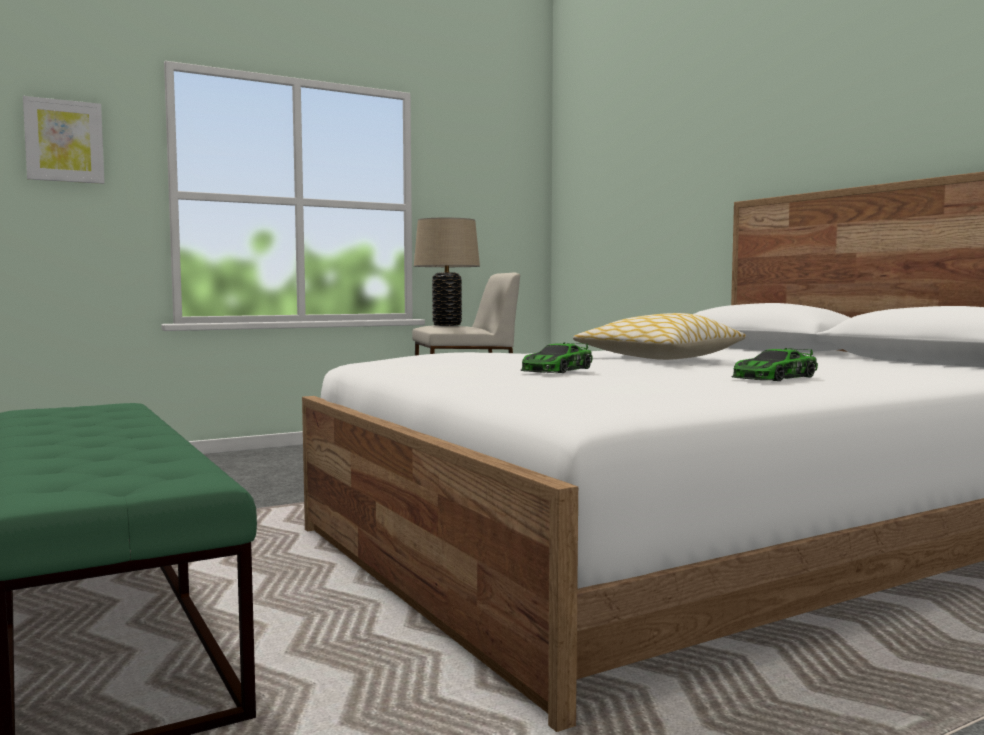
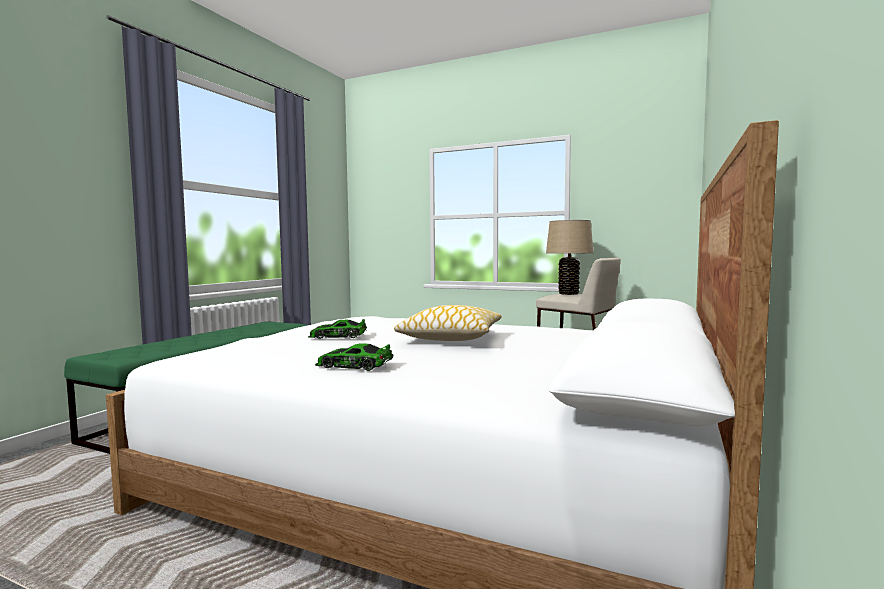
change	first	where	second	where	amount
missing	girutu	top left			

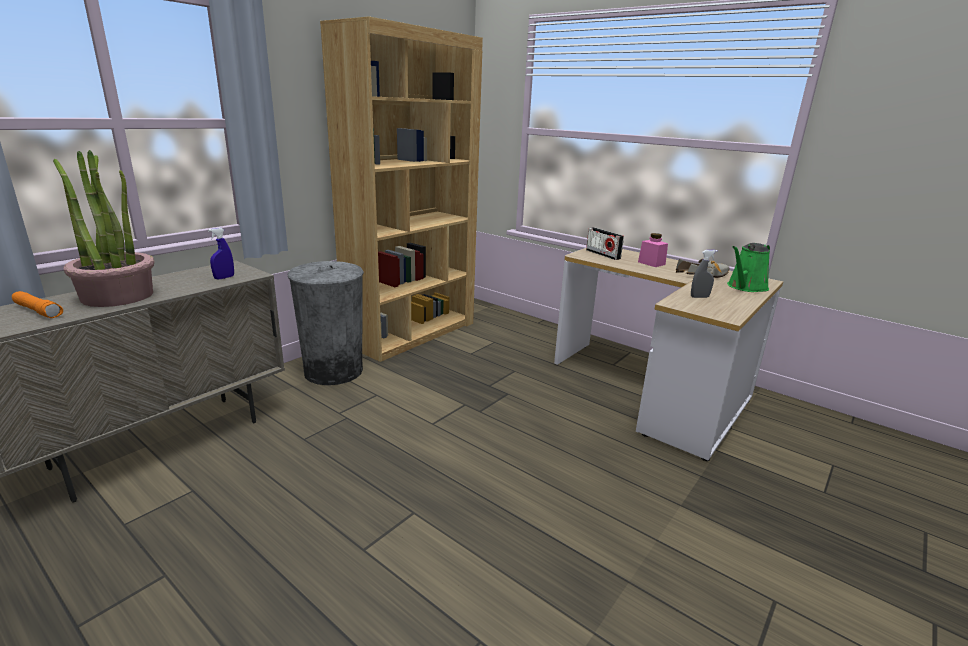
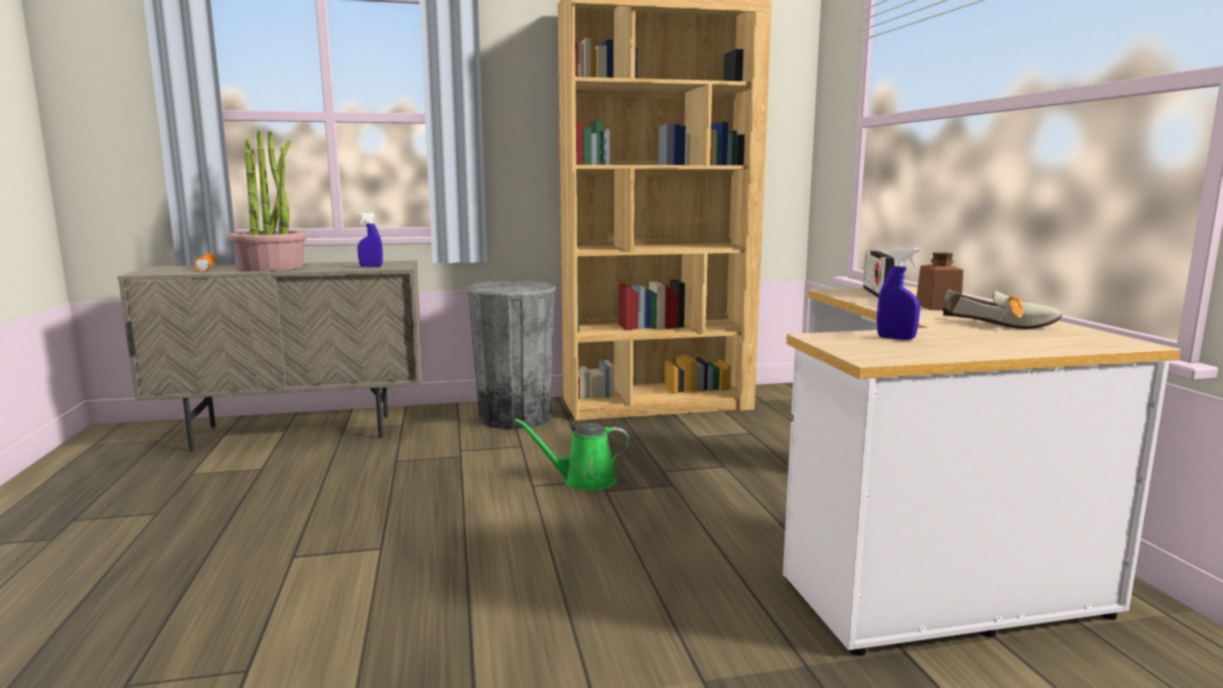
change	first	where	second	where	amount
colour	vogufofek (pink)	middle right	vogufofek (brown)	middle right	
colour	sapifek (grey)	middle right	sapifek (blue) (no. 2 from left)	middle right	
relocated	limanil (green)	middle right		centre	

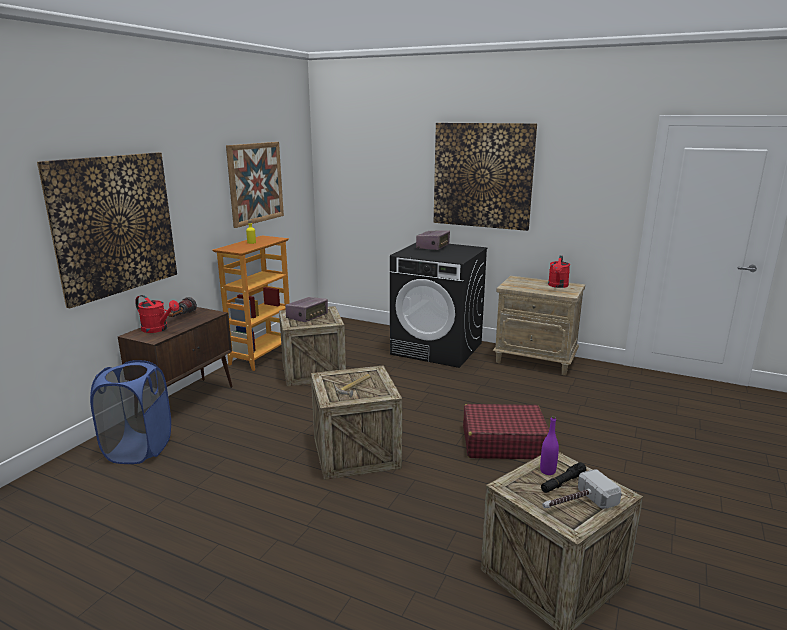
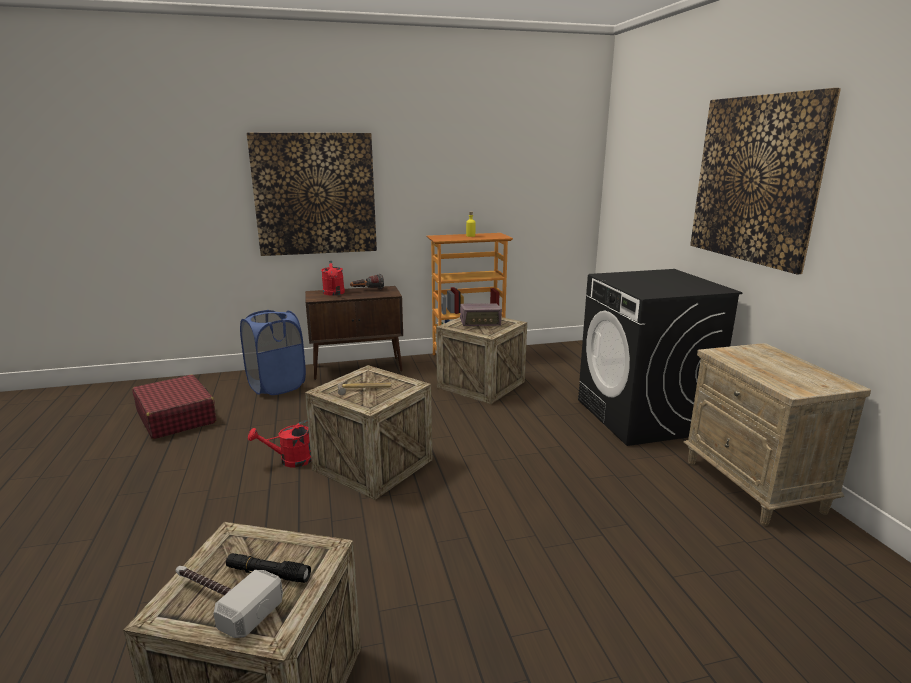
change	first	where	second	where	amount
missing	girutu (no. 2 from left)	top left			
missing	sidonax (no. 2 from left)	centre			
relocated	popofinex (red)	bottom centre		middle left	
missing	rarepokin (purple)	bottom right			
relocated	limanil (red) (no. 2 from left in the first image)	middle right	limanil (red) (no. 1 from left)	middle left	

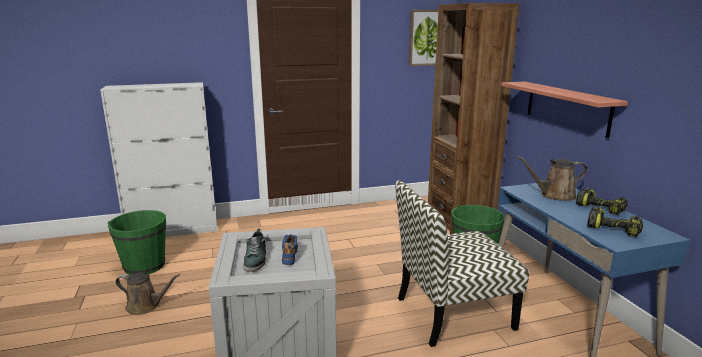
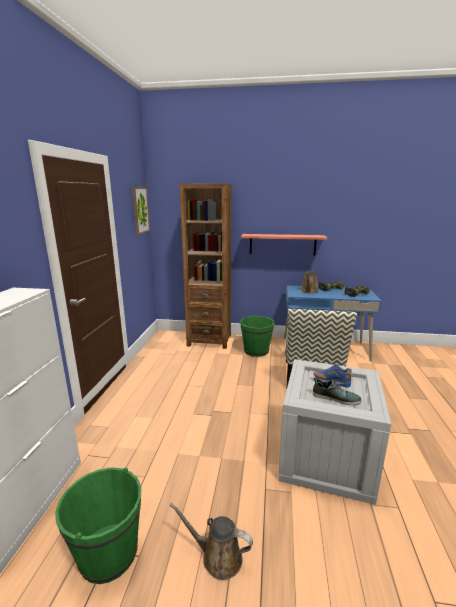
change	first	where	second	where	amount
spun	limanil (brown) (no. 1 from left)	bottom left		bottom centre	105 degrees counterclockwise

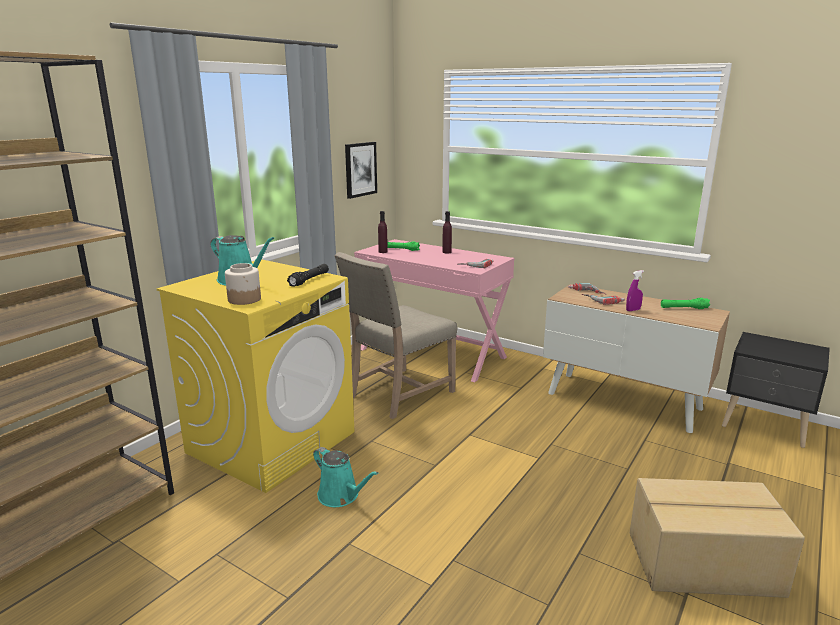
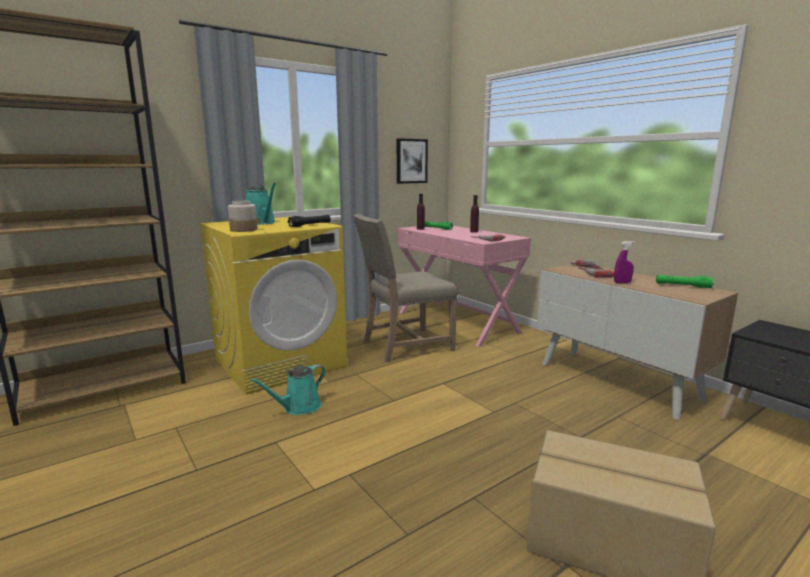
change	first	where	second	where	amount
spun	limanil (turquoise) (no. 2 from left)	bottom centre		bottom centre	75 degrees clockwise

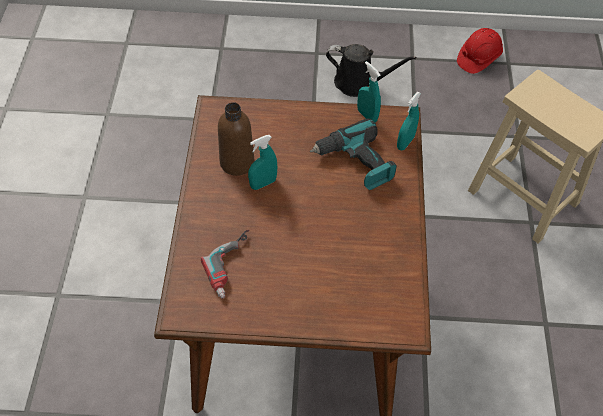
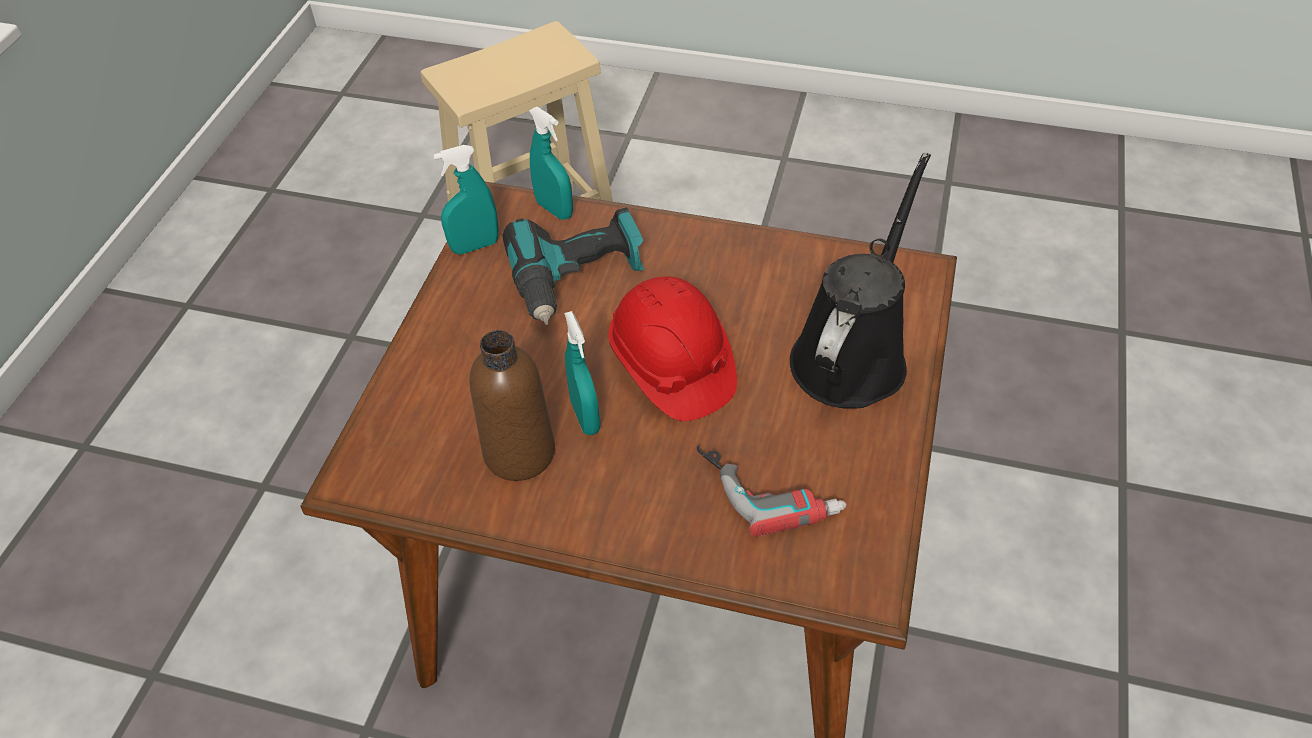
change	first	where	second	where	amount
relocated	limanil (black)	top centre		centre	
relocated	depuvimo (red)	top right		centre	

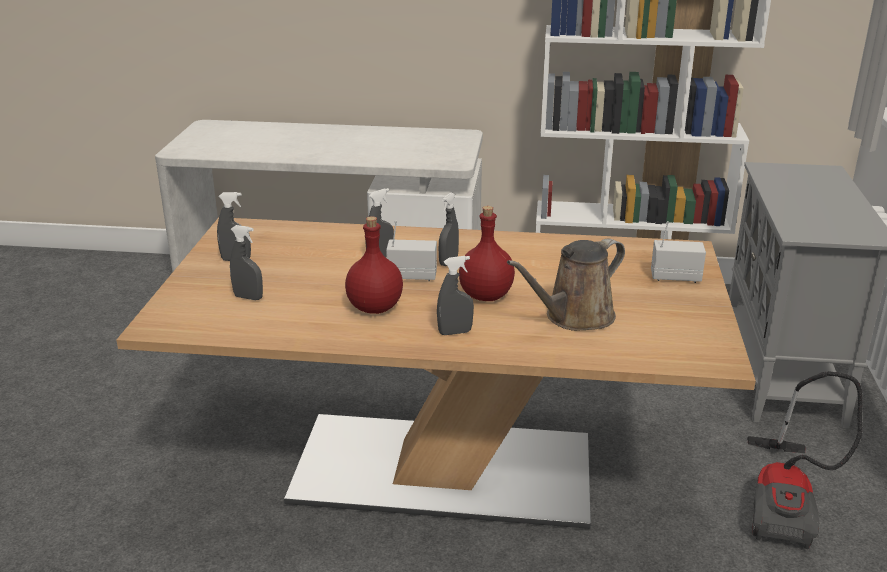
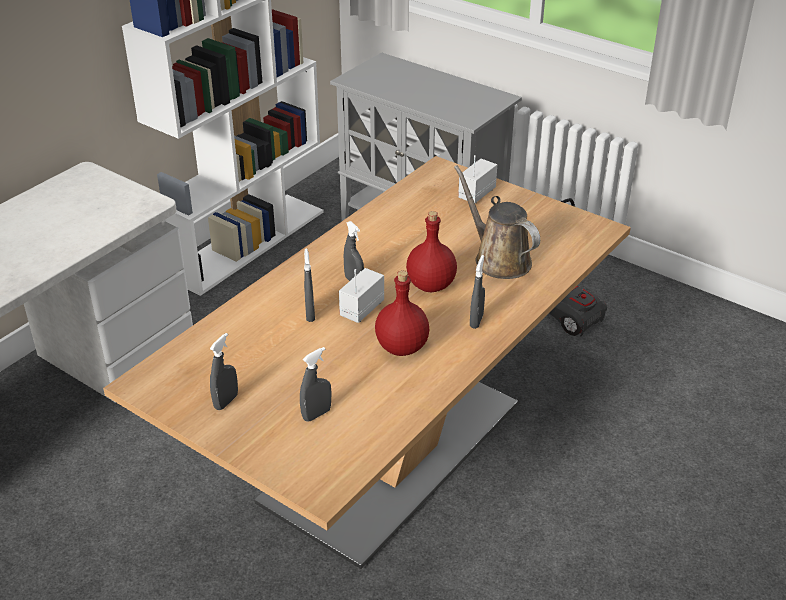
change	first	where	second	where	amount
spun	limanil (brown)	centre		centre	150 degrees clockwise

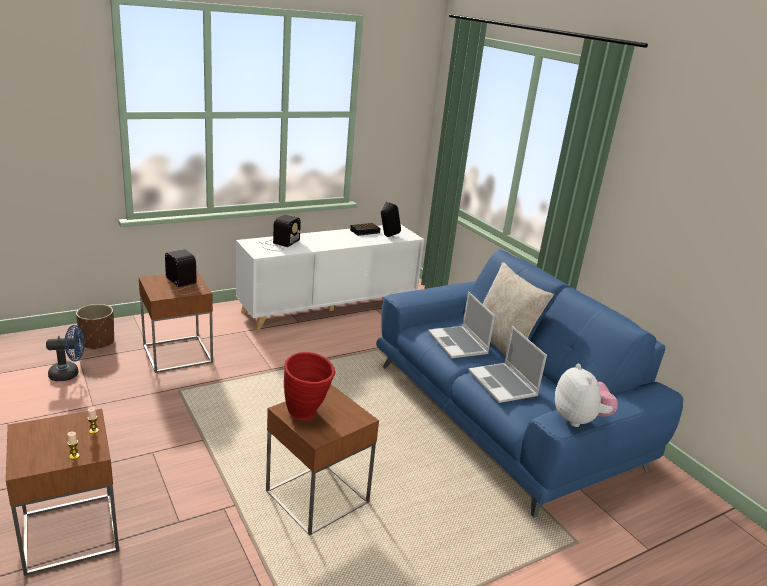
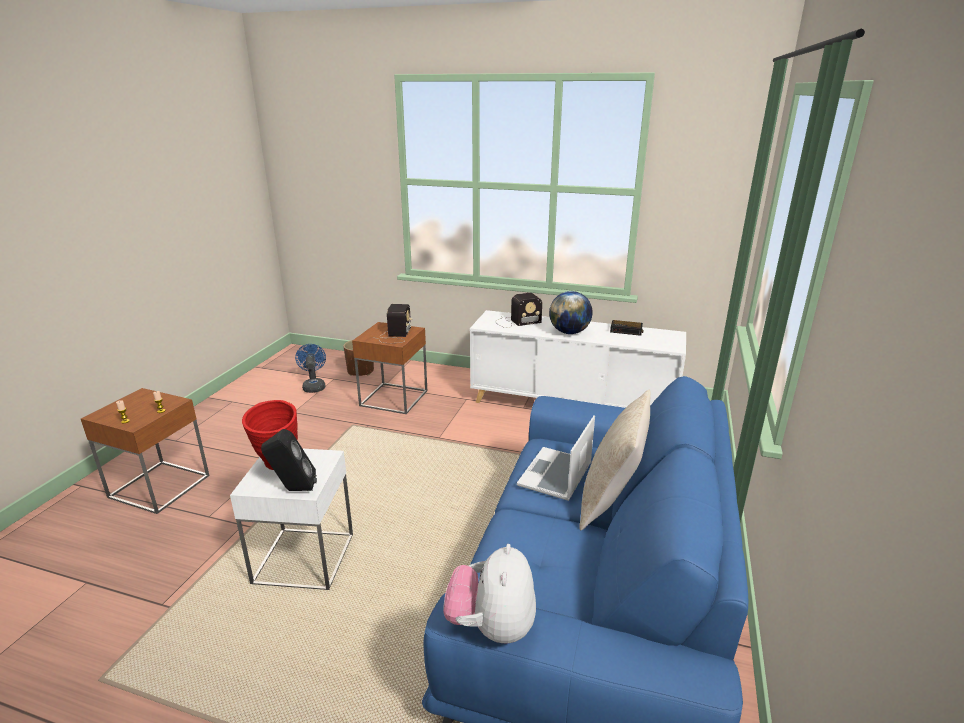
change	first	where	second	where	amount
spun	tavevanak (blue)	middle left		middle left	135 degrees counterclockwise
colour	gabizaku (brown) (no. 3 from left)	bottom centre	gabizaku (white)	bottom left	
relocated	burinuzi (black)	centre		middle left	
missing	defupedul (no. 2 from left)	centre			
spun	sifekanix	bottom right		bottom centre	150 degrees clockwise
appeared			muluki	centre	

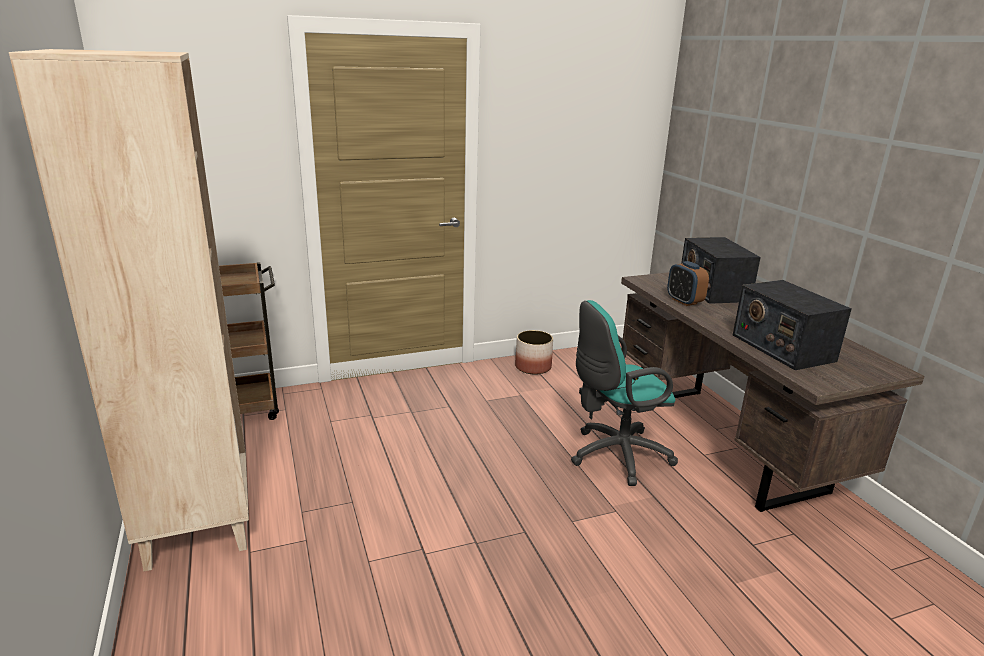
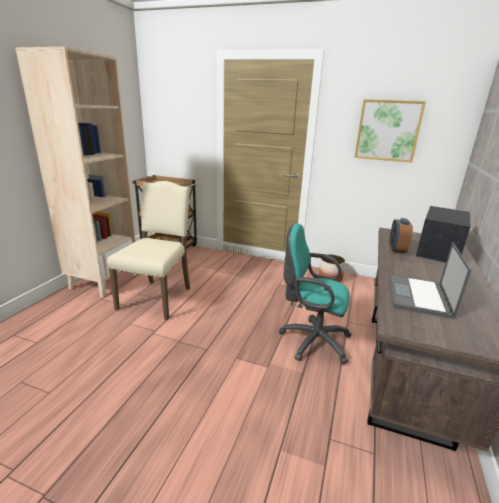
change	first	where	second	where	amount
exchanged	sidonax (no. 2 from left)	middle right	defupedul	middle right	
appeared			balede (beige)	middle left	
appeared			girutu	top right	

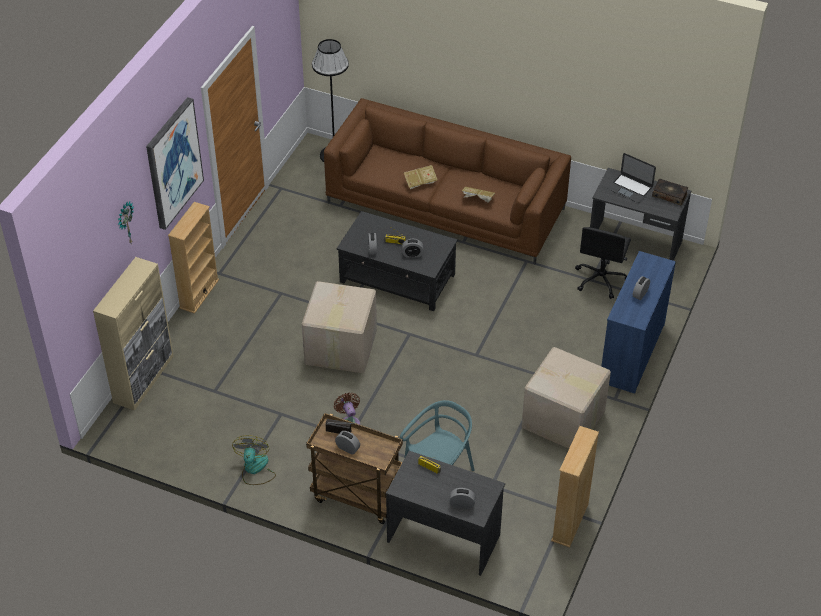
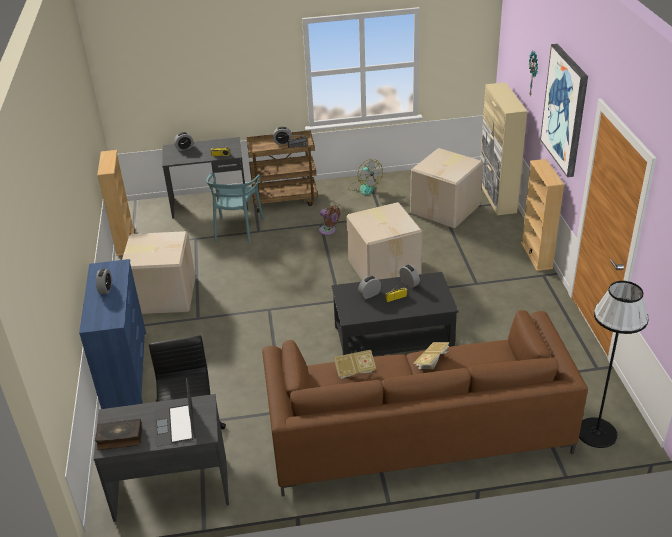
change	first	where	second	where	amount
spun	defupedul	top right		bottom left	105 degrees counterclockwise
appeared			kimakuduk (no. 3 from left)	centre	

